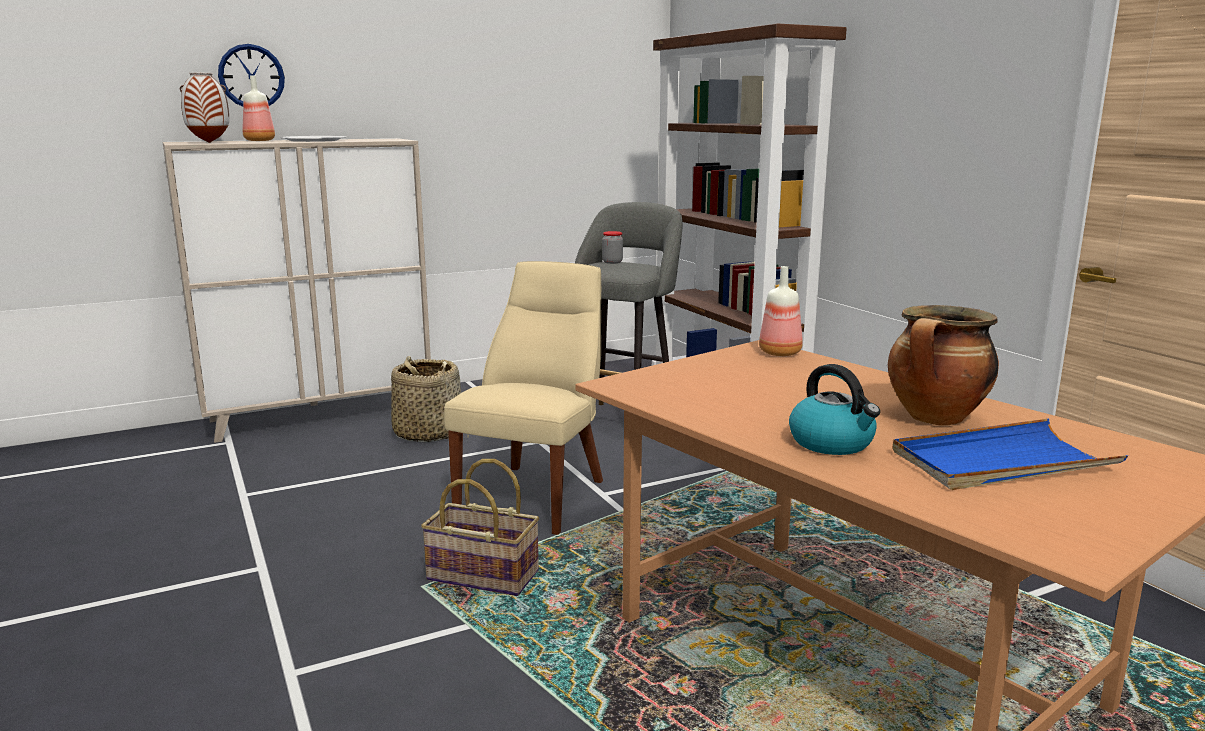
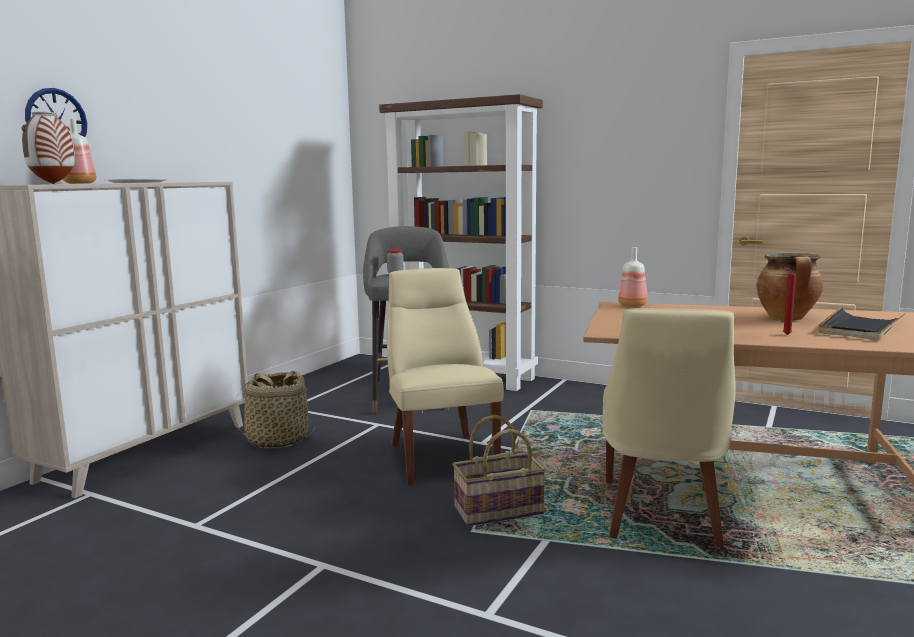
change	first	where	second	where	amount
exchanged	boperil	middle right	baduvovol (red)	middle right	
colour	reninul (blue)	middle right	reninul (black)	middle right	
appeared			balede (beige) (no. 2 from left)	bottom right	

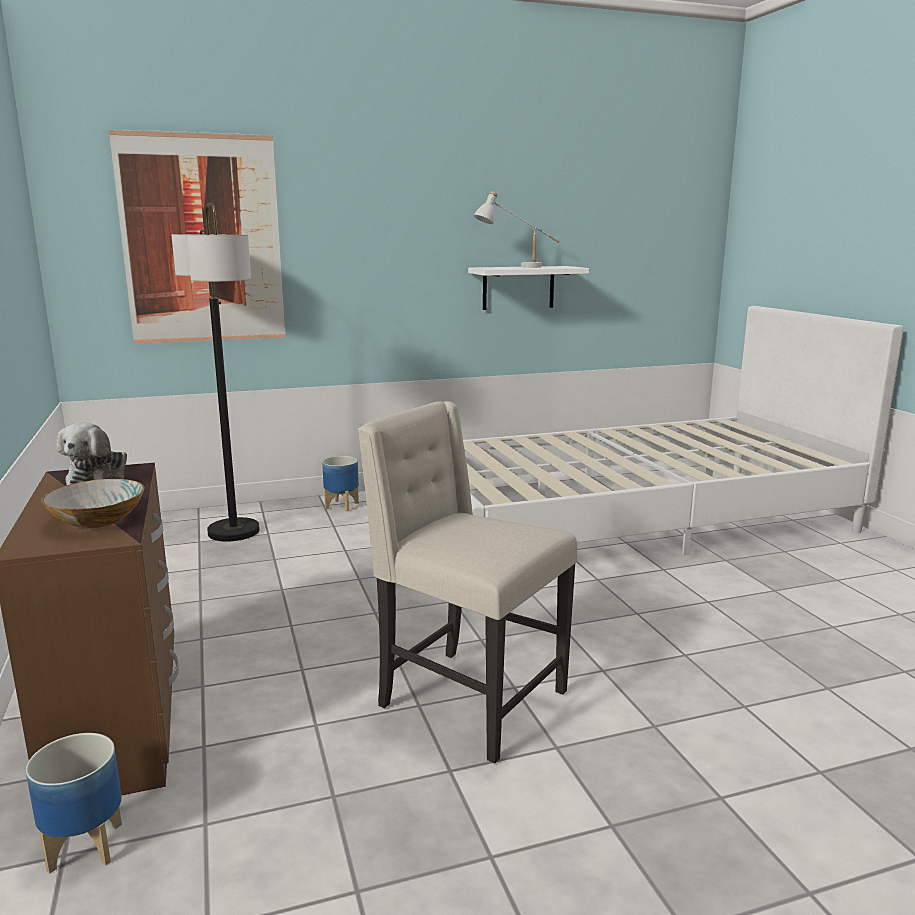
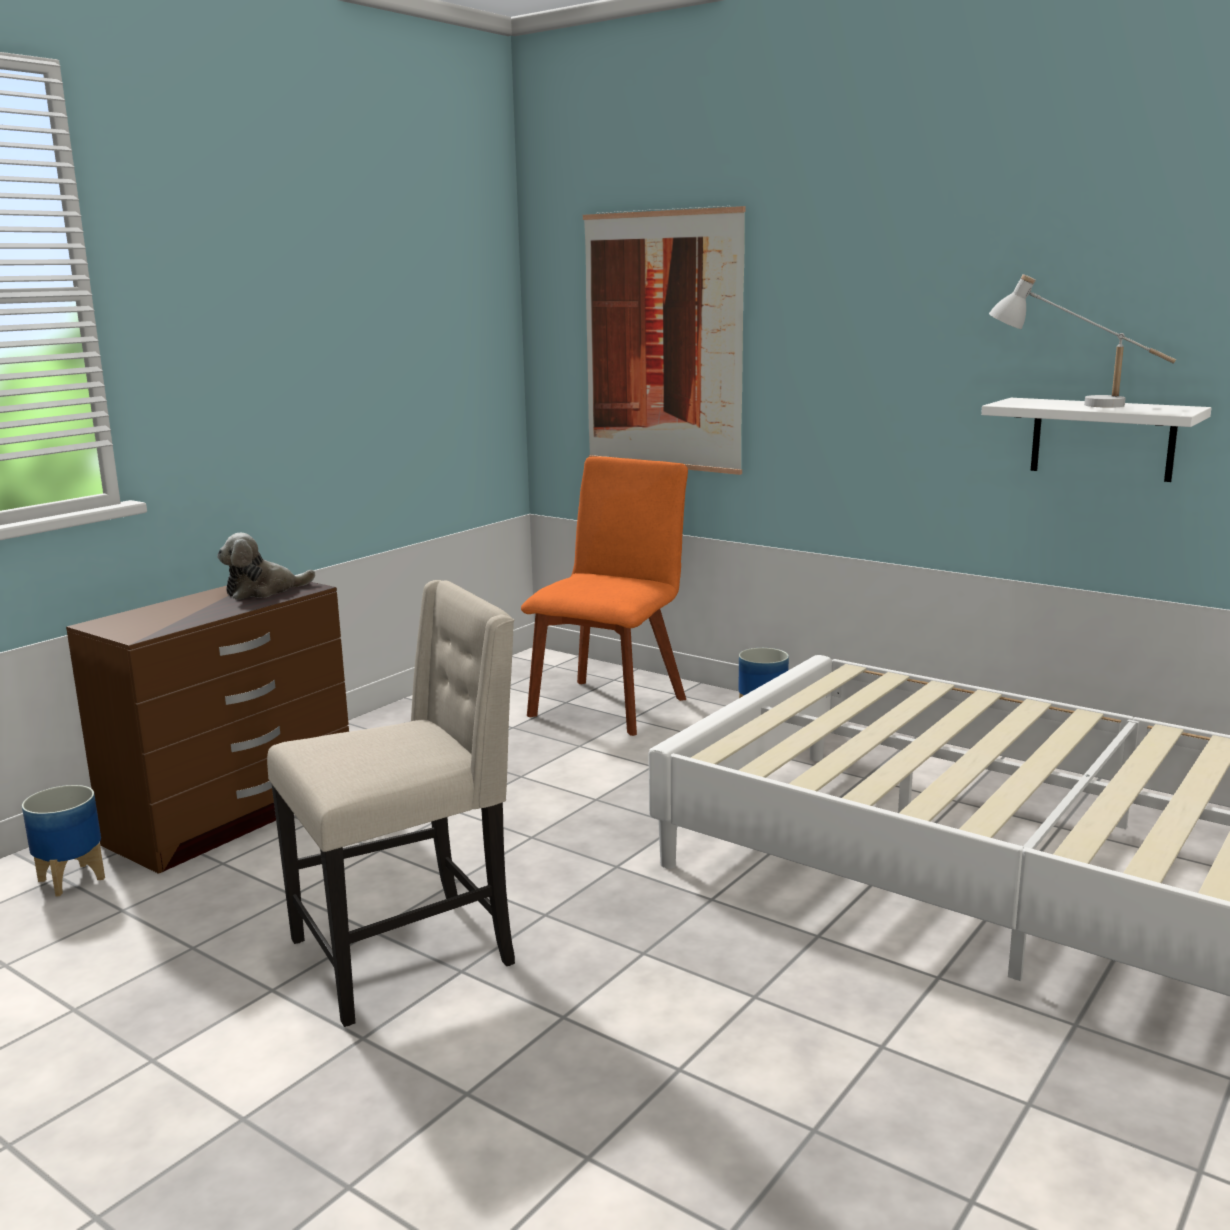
change	first	where	second	where	amount
missing	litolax	middle left			
exchanged	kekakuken	middle left	balede (orange)	centre	
spun	balede (beige)	centre		middle left	60 degrees clockwise

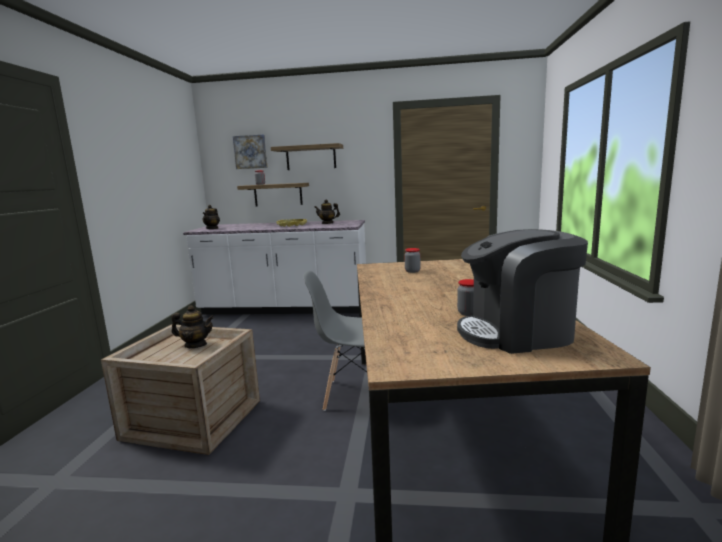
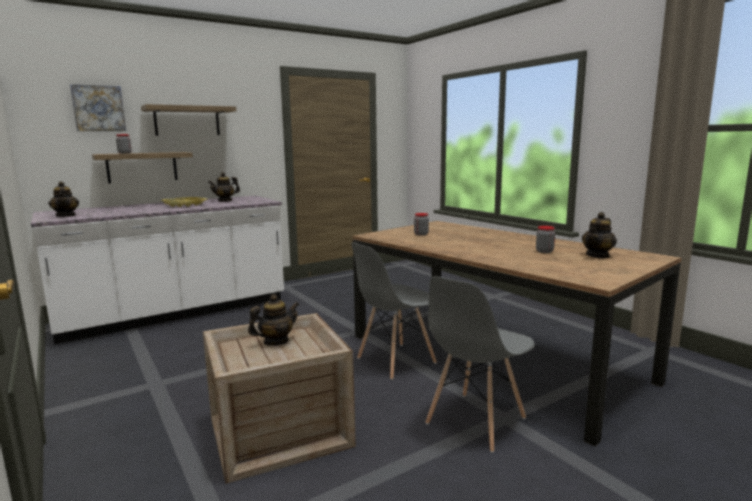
change	first	where	second	where	amount
exchanged	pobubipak	middle right	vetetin (no. 4 from left)	middle right	
appeared			balede (grey) (no. 2 from left)	bottom centre	

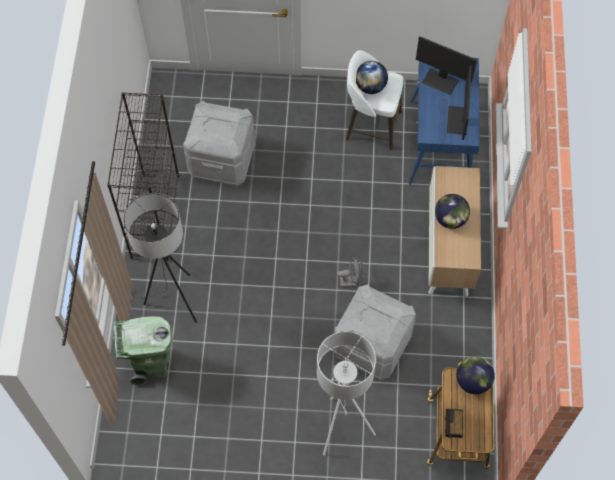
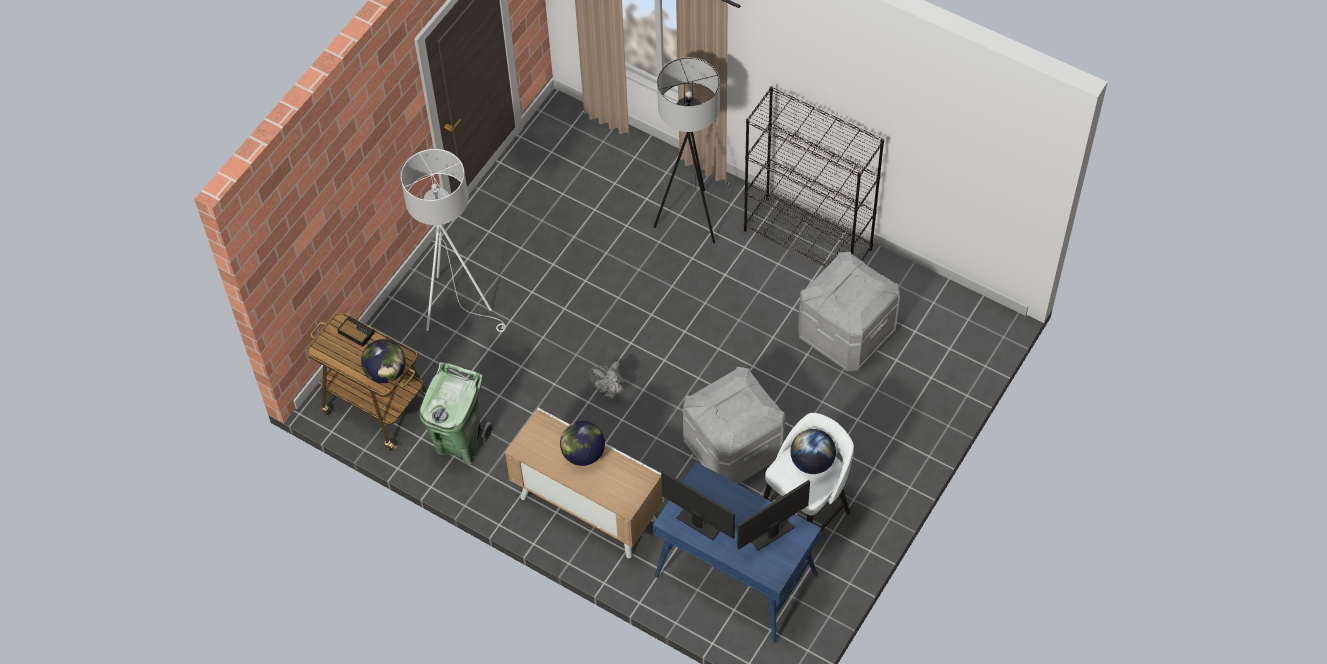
change	first	where	second	where	amount
relocated	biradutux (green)	bottom left		centre	
relocated	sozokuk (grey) (no. 2 from left in the first image)	bottom centre	sozokuk (grey) (no. 1 from left)	centre	

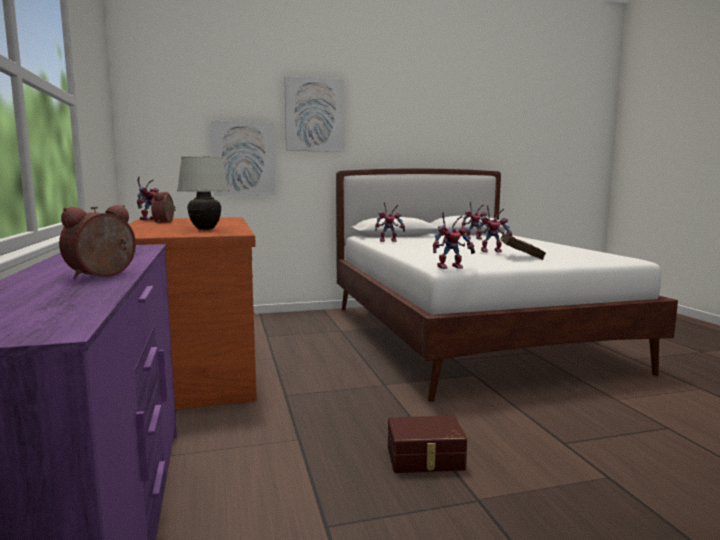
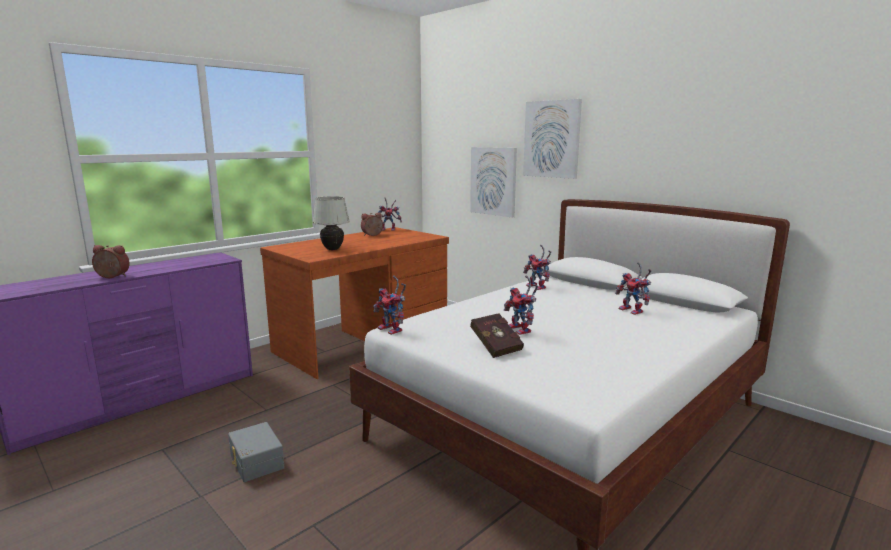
change	first	where	second	where	amount
colour	sozokuk (brown)	bottom centre	sozokuk (grey)	bottom left	

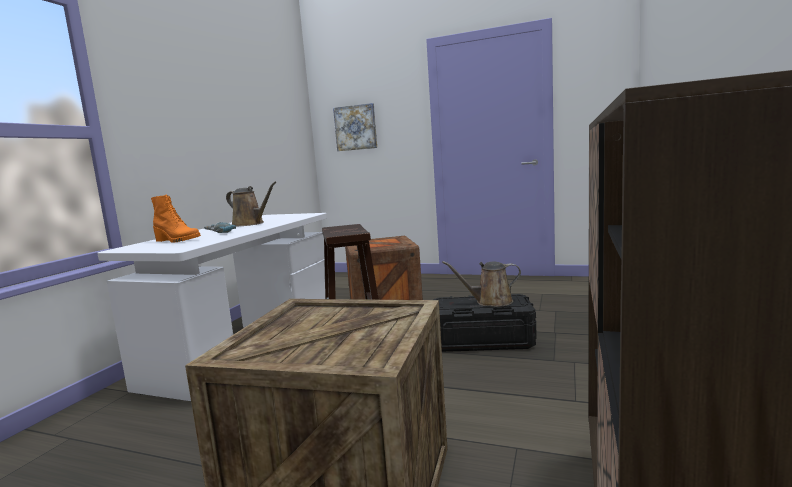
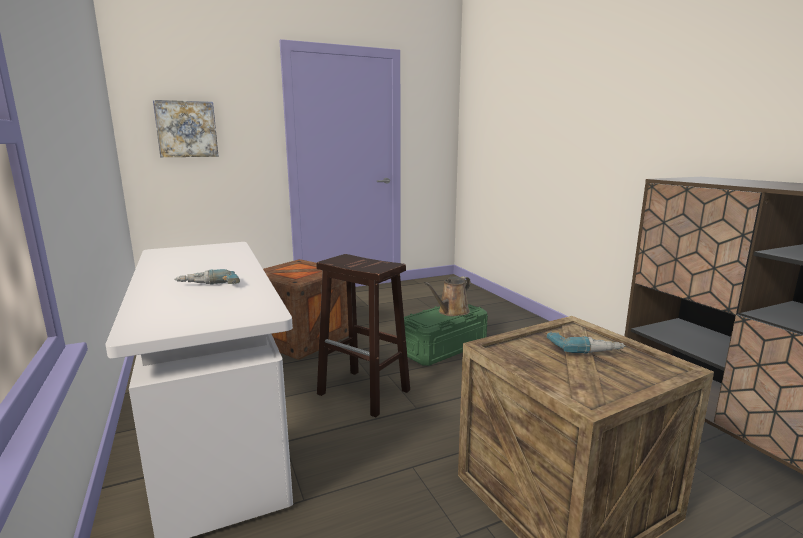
change	first	where	second	where	amount
missing	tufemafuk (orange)	middle left			
missing	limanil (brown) (no. 1 from left)	middle left			
colour	sozokuk (black)	centre	sozokuk (green)	centre	
appeared			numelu (no. 2 from left)	middle right	

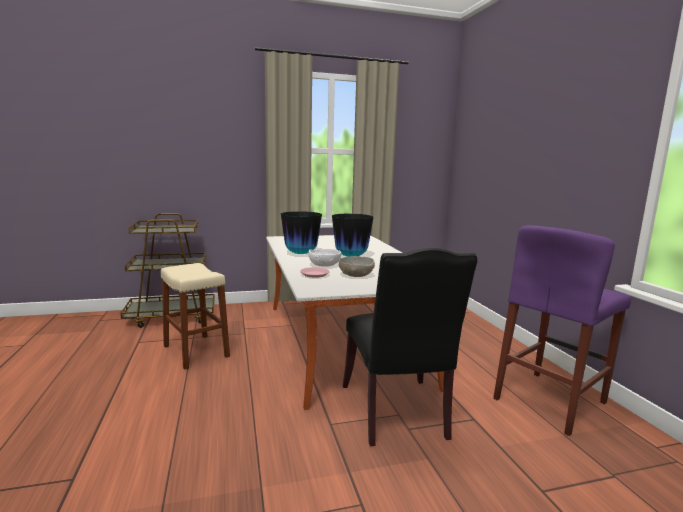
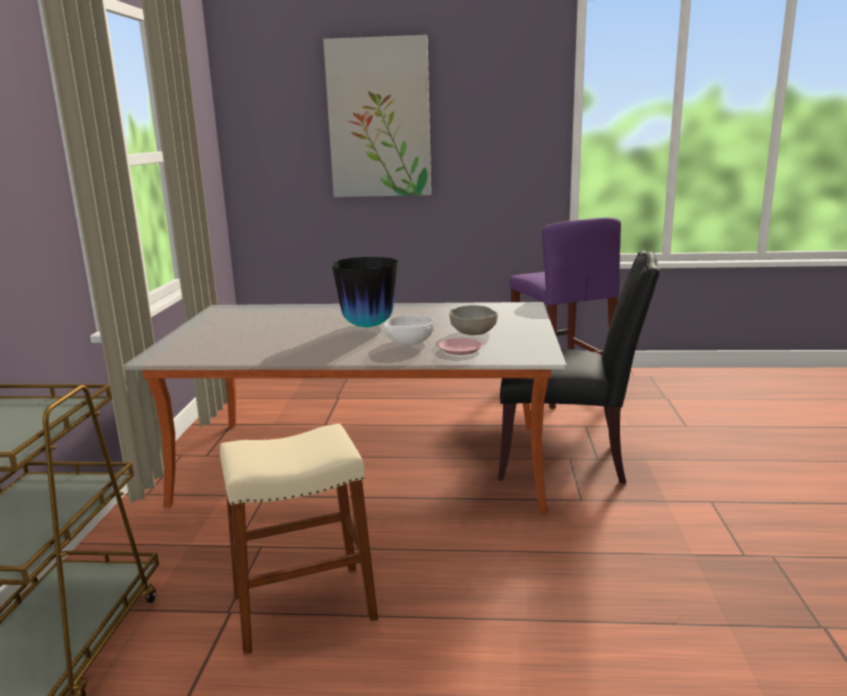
change	first	where	second	where	amount
missing	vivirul (no. 1 from left)	centre			
appeared			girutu	top centre	

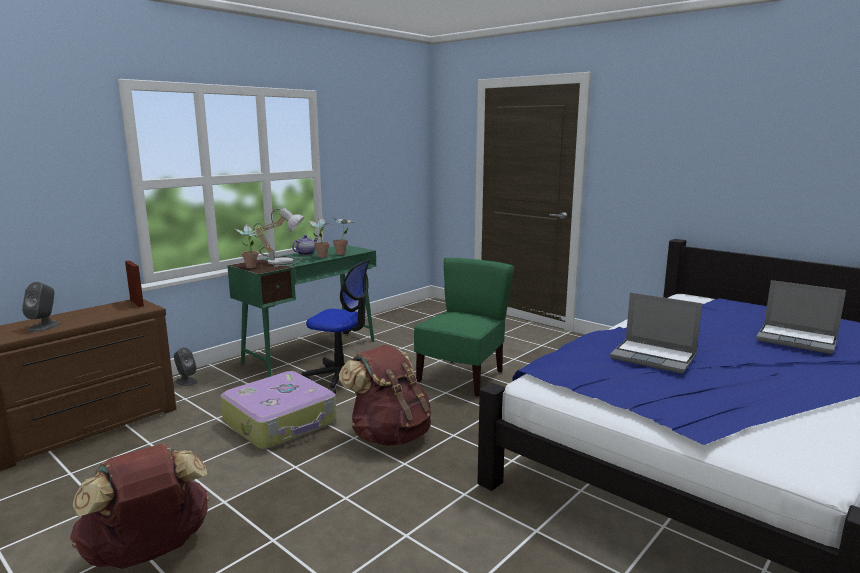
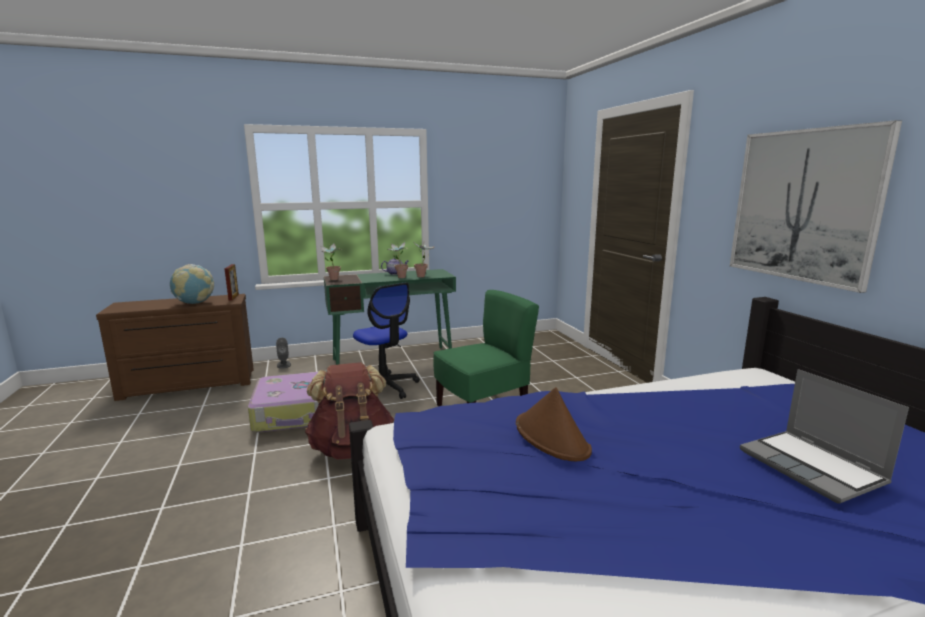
change	first	where	second	where	amount
missing	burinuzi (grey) (no. 1 from left)	middle left			
missing	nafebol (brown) (no. 1 from left)	bottom left			
missing	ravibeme	middle left			
exchanged	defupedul (no. 1 from left)	middle right	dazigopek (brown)	bottom centre	
appeared			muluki	middle left	
appeared			girutu	middle right	

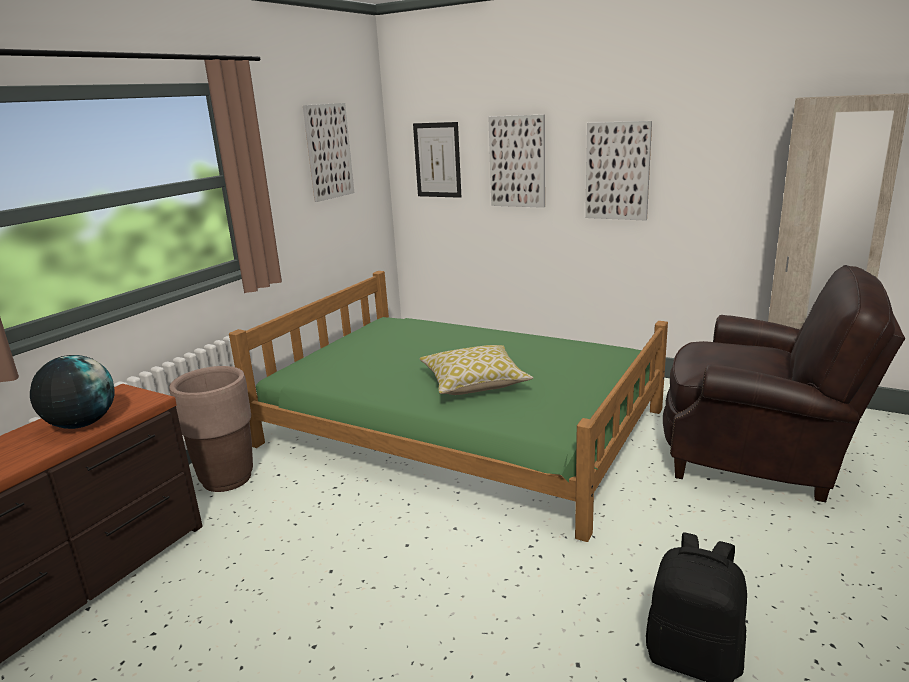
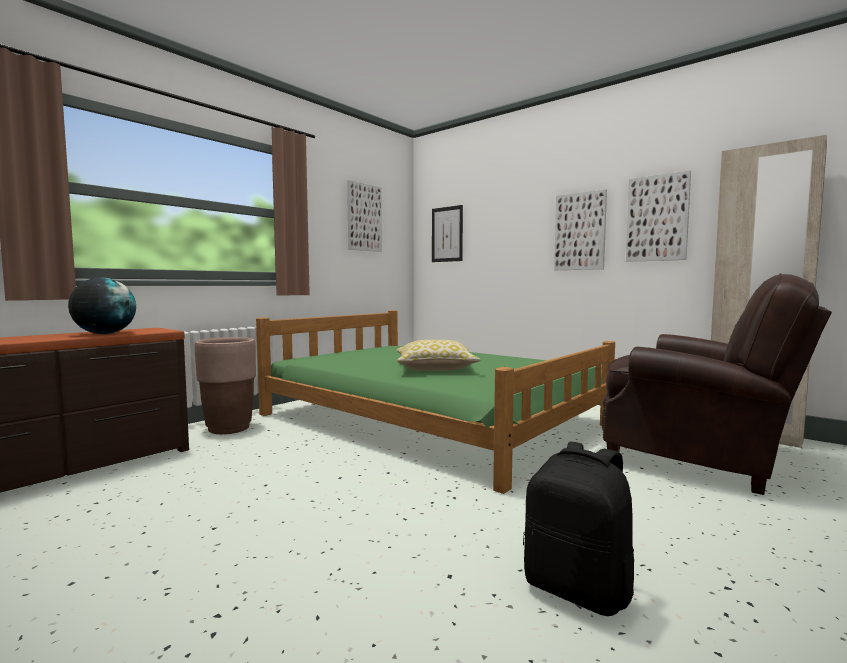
change	first	where	second	where	amount
relocated	girutu (no. 3 from left in the first image)	top centre	girutu (no. 4 from left)	top right	

